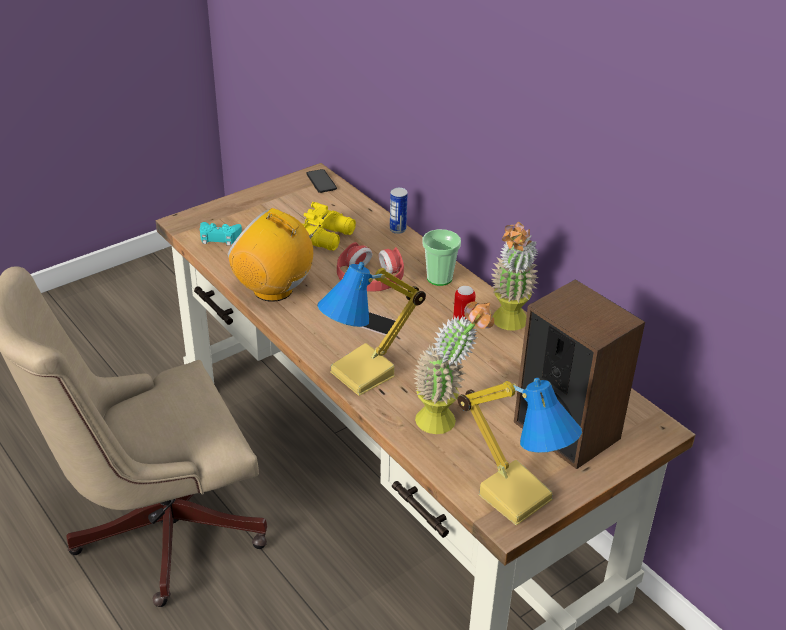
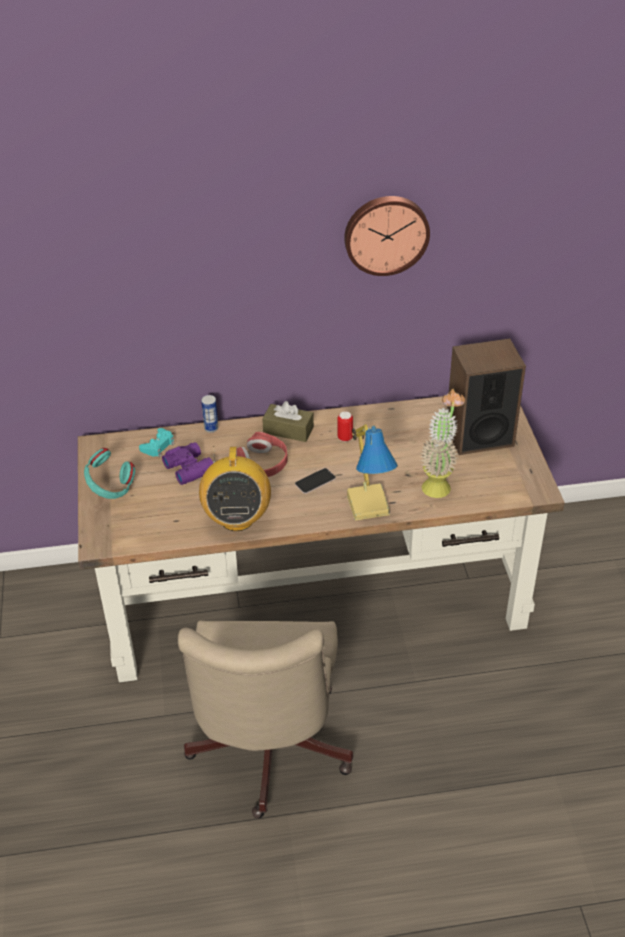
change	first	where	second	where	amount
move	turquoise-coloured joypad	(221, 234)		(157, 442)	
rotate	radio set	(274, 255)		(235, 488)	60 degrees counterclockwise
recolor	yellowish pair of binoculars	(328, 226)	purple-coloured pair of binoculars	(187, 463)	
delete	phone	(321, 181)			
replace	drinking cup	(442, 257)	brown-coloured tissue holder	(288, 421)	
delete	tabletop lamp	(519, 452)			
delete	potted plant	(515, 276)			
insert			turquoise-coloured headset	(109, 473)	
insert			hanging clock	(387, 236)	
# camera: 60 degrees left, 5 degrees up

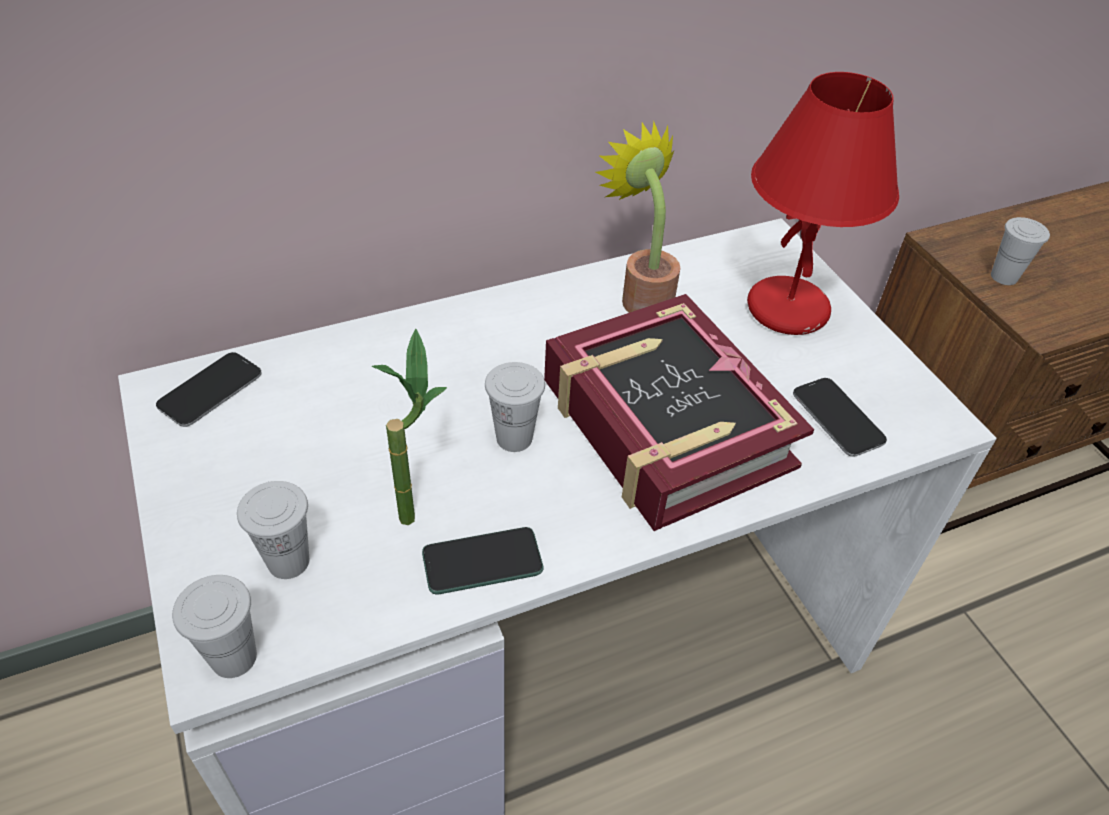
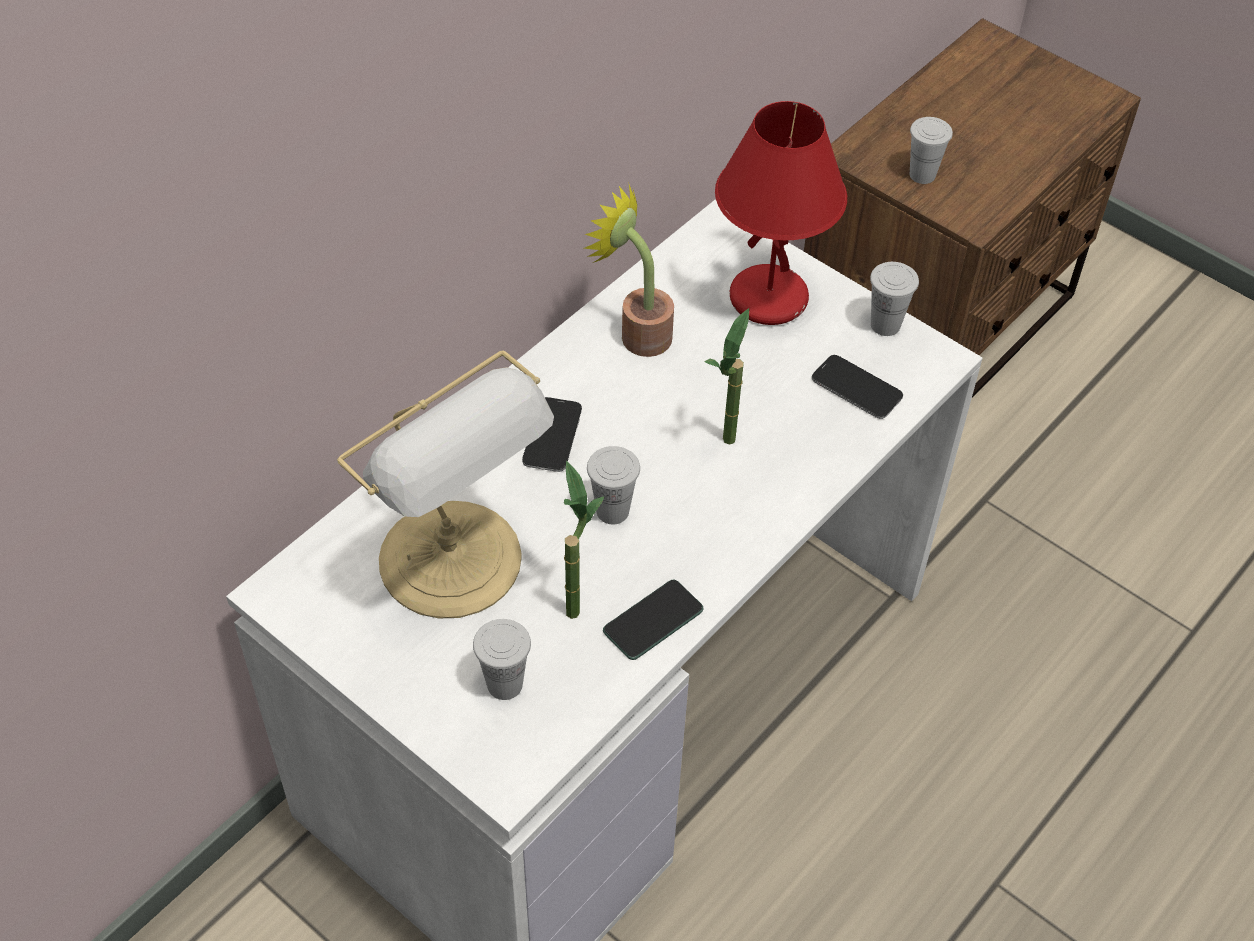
change	first	where	second	where	amount
move	phone	(209, 389)		(552, 434)	
move	white drinking cup	(214, 626)		(894, 299)	
replace	volume	(679, 412)	potted plant	(726, 376)	
insert			tabletop lamp	(445, 484)	
# camera: 25 degrees left, 5 degrees up

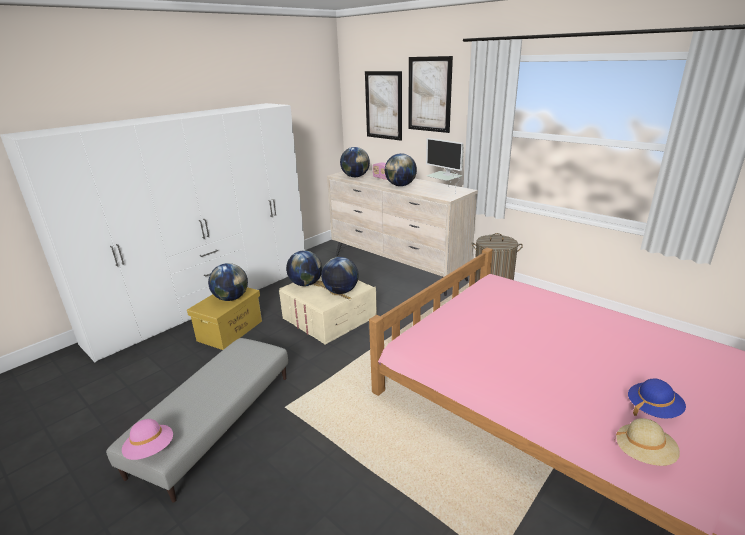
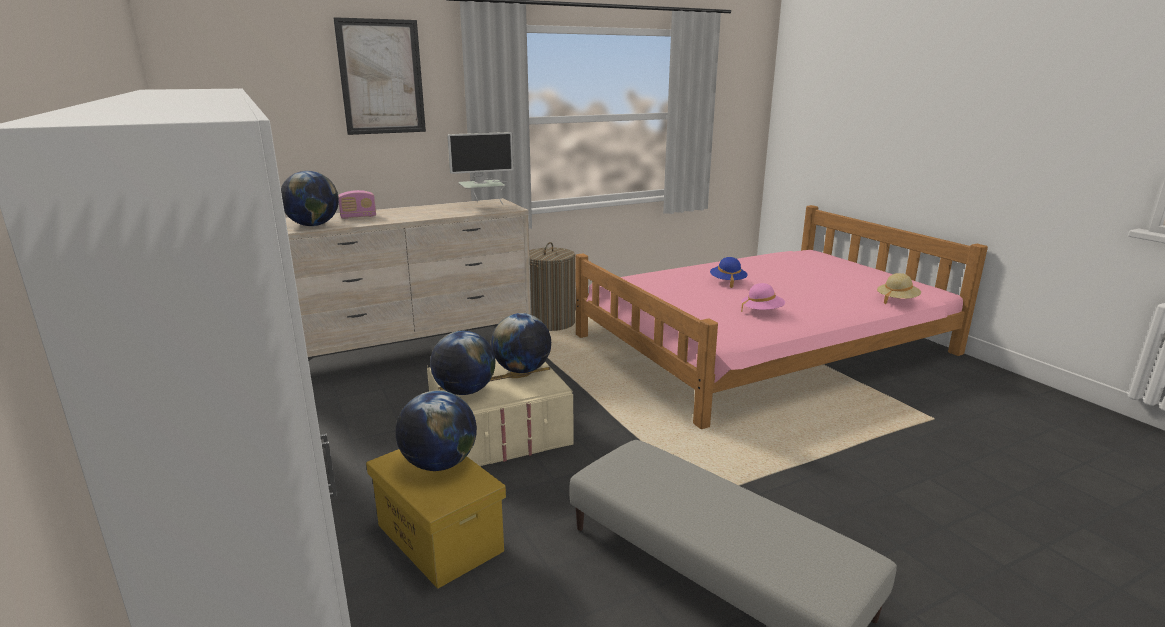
change	first	where	second	where	amount
move	pink hat	(147, 439)		(763, 297)	
delete	wall picture	(383, 106)			
delete	desk globe	(401, 169)			
move	blue hat	(657, 399)		(729, 272)	
# camera: 70 degrees left, 5 degrees down

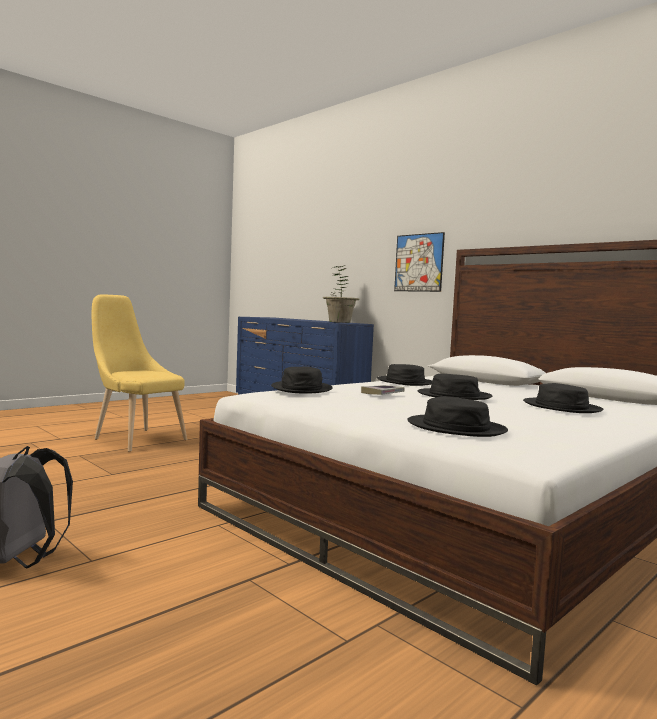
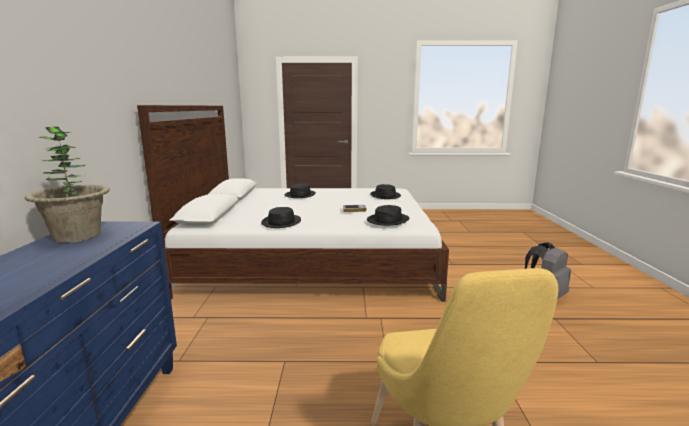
change	first	where	second	where	amount
delete	wall picture	(419, 262)			
delete	black-coloured hat	(455, 387)			
# camera: 135 degrees left, 10 degrees up

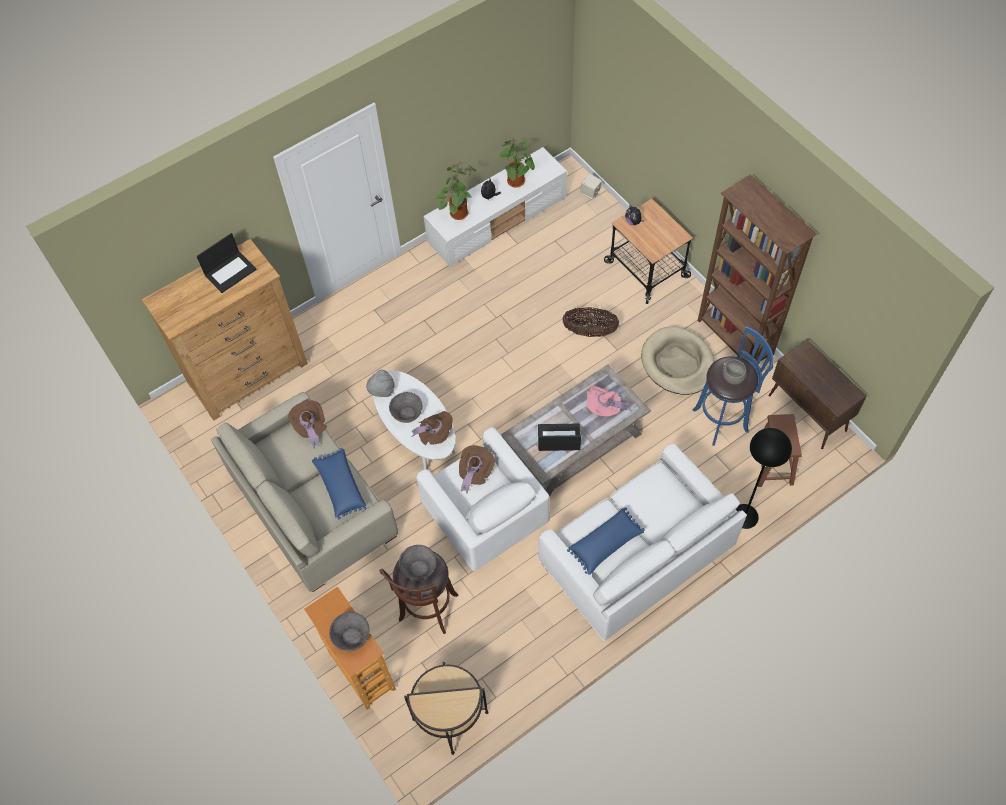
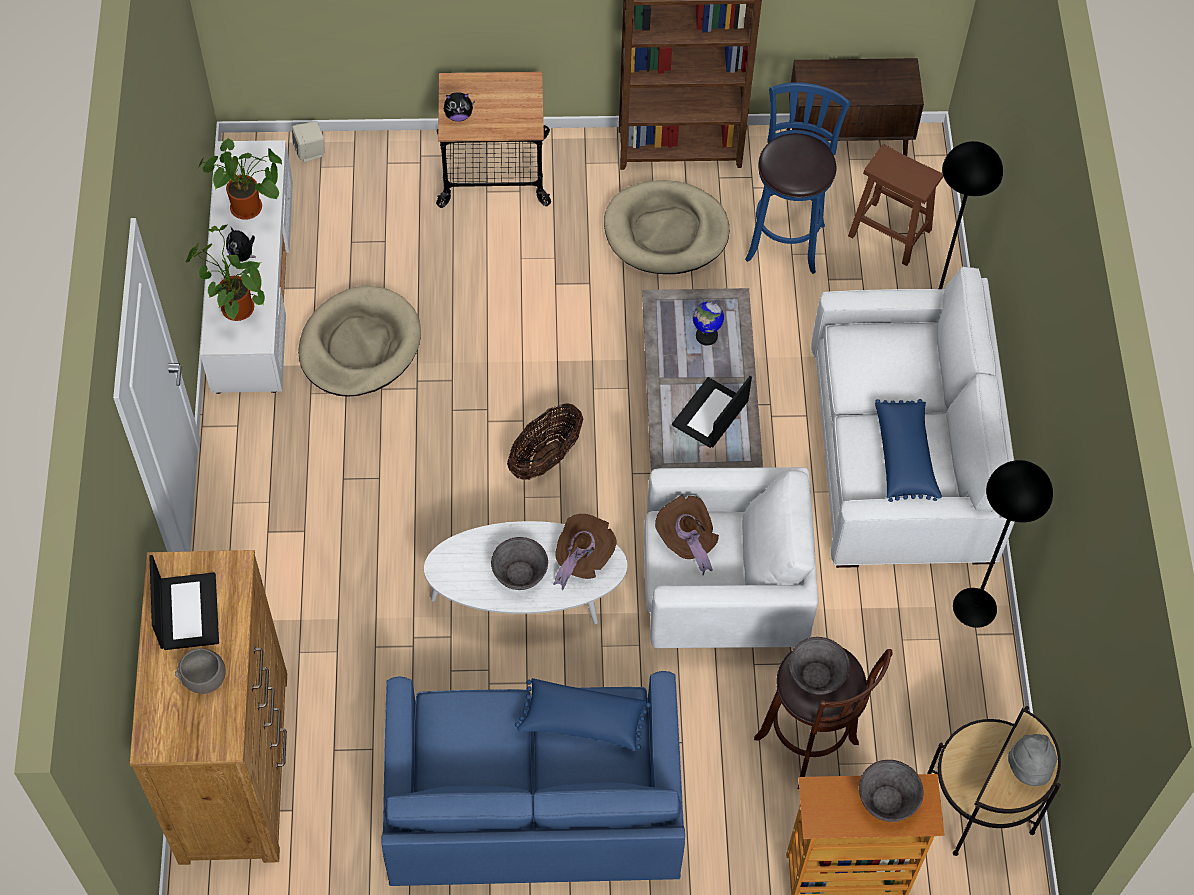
change	first	where	second	where	amount
recolor	sand-coloured couch	(305, 492)	blue couch	(533, 778)	
delete	brown-coloured hat	(307, 424)			
move	grey hat	(380, 383)		(1032, 760)	
move	basket	(591, 322)		(545, 441)	
replace	pink hat	(608, 401)	desk globe	(708, 322)	
move	grey bowl	(735, 372)		(200, 671)	
insert			sand-coloured dog bed	(359, 341)	
insert			black-coloured standing lamp	(1003, 544)	
# camera: 60 degrees left, 0 degrees up

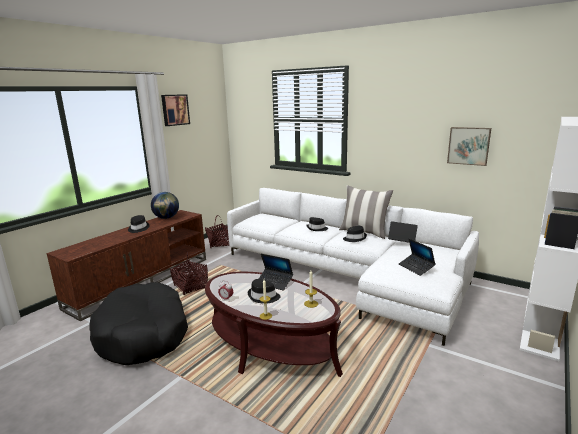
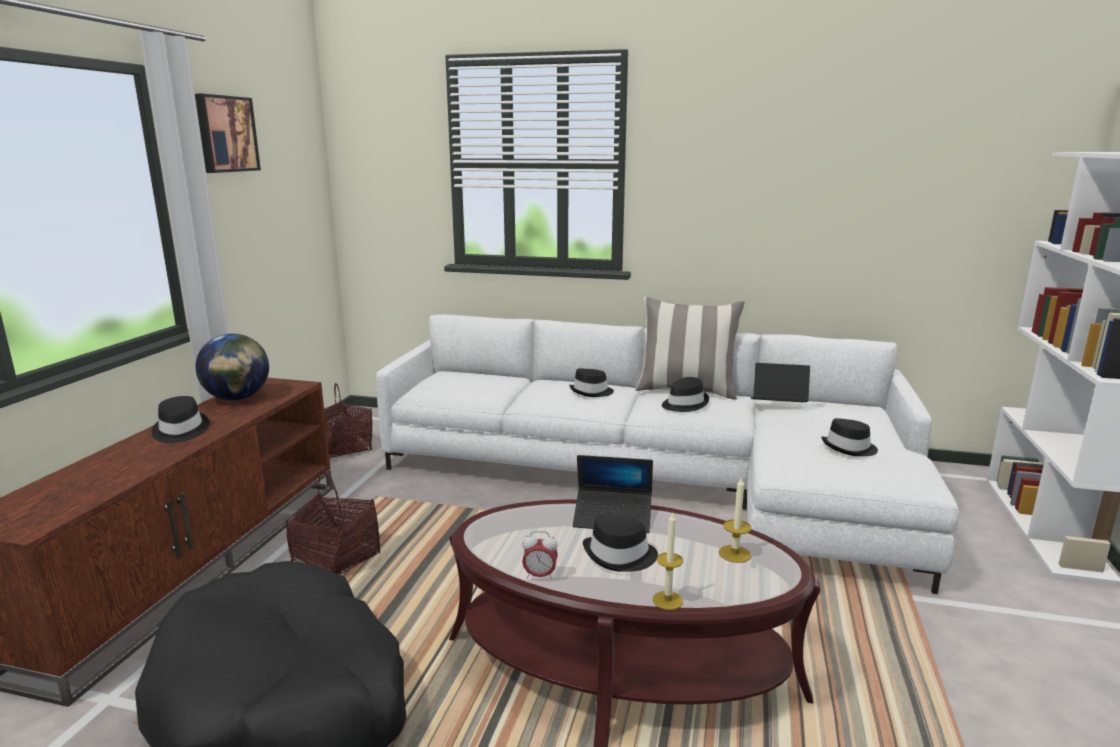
change	first	where	second	where	amount
replace	notebook computer	(417, 257)	black-coloured hat	(849, 437)	
delete	wall picture	(469, 146)			
# camera: 20 degrees left, 0 degrees up

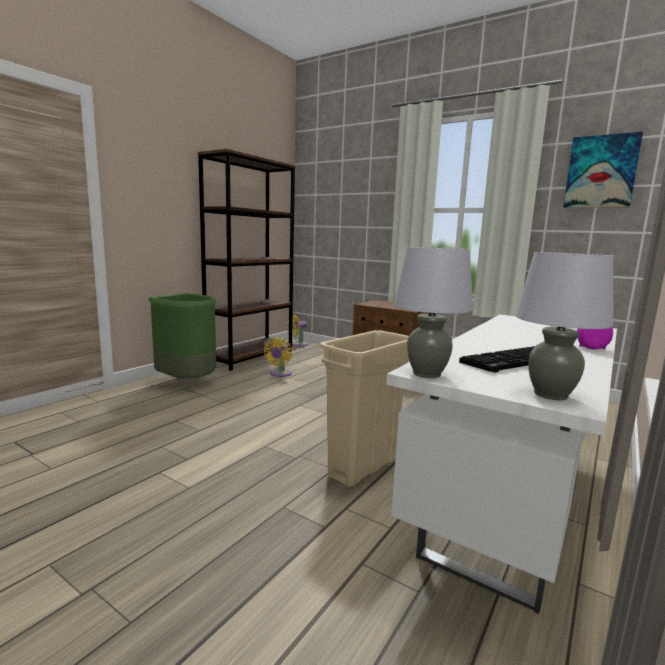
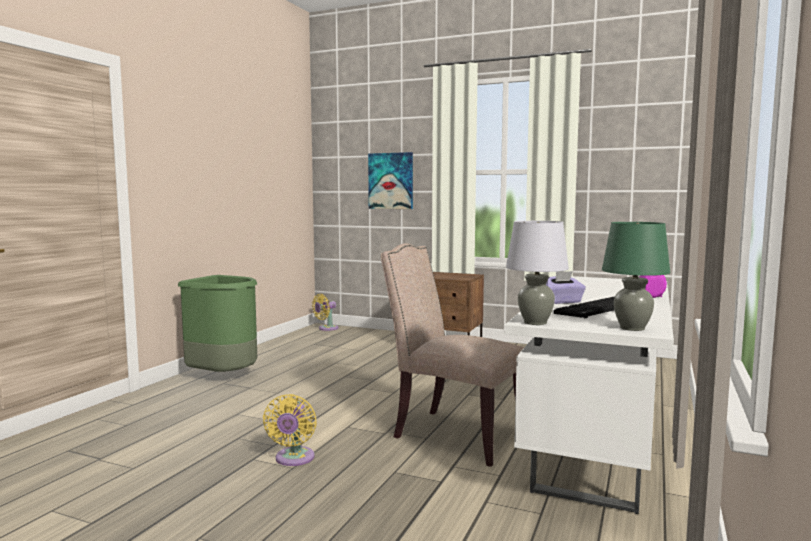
change	first	where	second	where	amount
delete	brown-coloured bookcase	(247, 260)			
move	yellowish electric fan	(278, 357)		(290, 430)	
replace	sand-coloured waste bin	(364, 408)	sand-coloured upright chair	(452, 355)	
recolor	grey tabletop lamp	(565, 326)	green tabletop lamp	(636, 276)	
move	wall picture	(603, 170)		(390, 180)	
insert			purple-coloured tissue holder	(566, 287)	
# camera: 10 degrees left, 5 degrees down

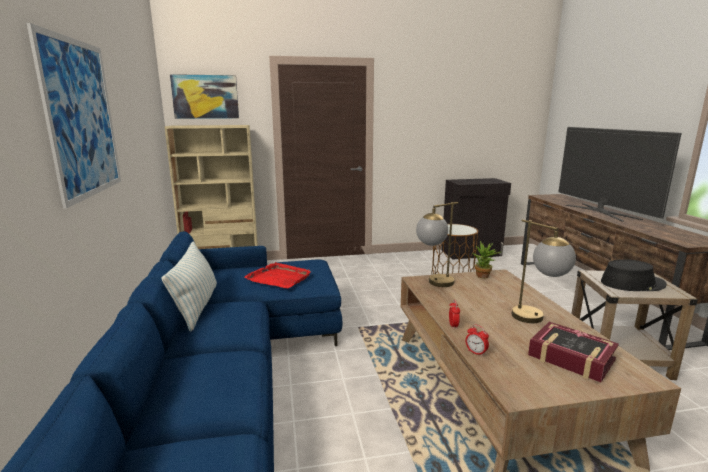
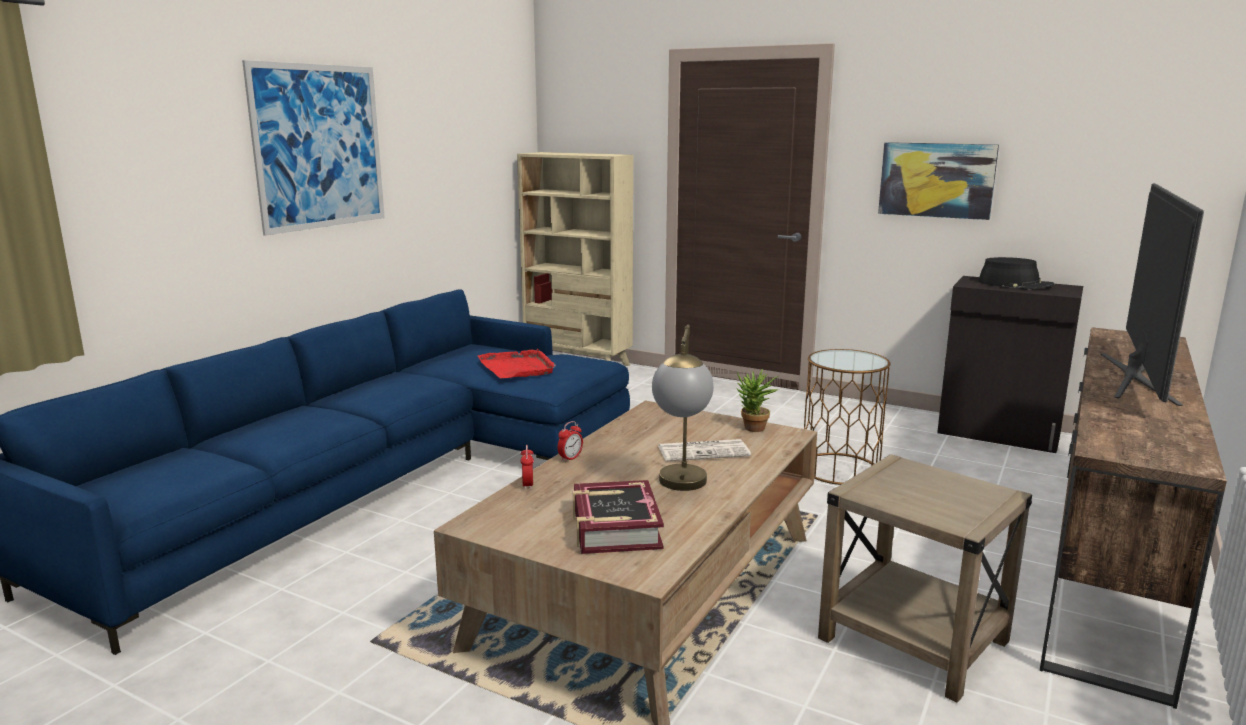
change	first	where	second	where	amount
delete	pillow	(189, 287)			
move	wall picture	(204, 96)		(938, 181)	
delete	tabletop lamp	(437, 244)			
move	black-coloured hat	(634, 275)		(1016, 273)	
insert			daily paper	(704, 450)	
# camera: 40 degrees right, 0 degrees up

